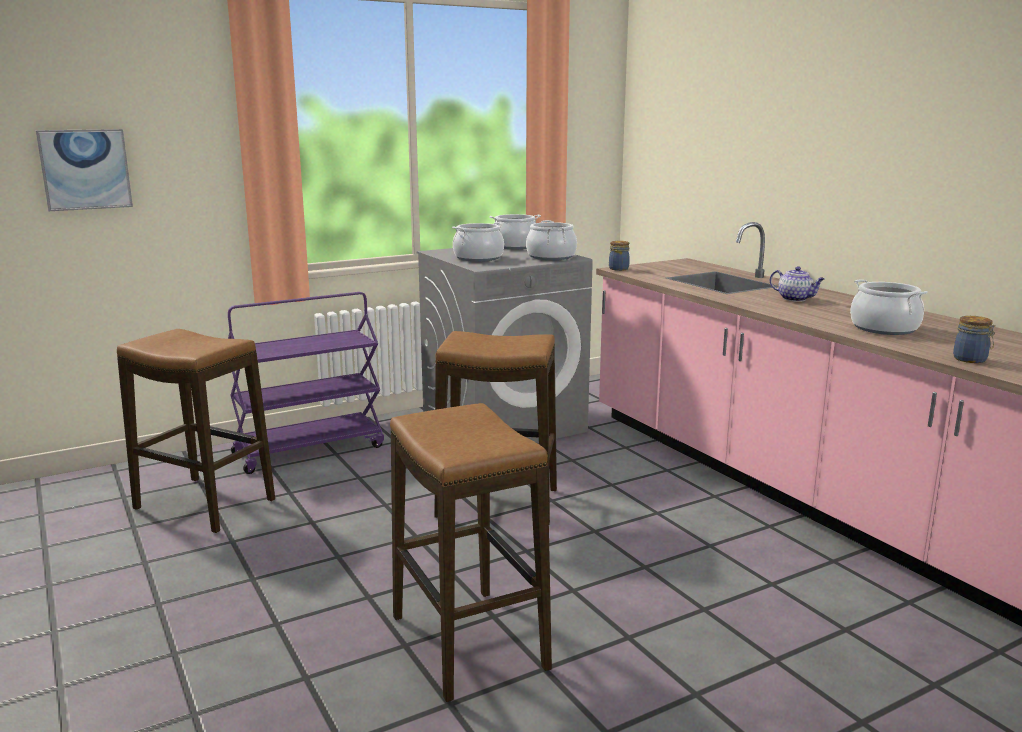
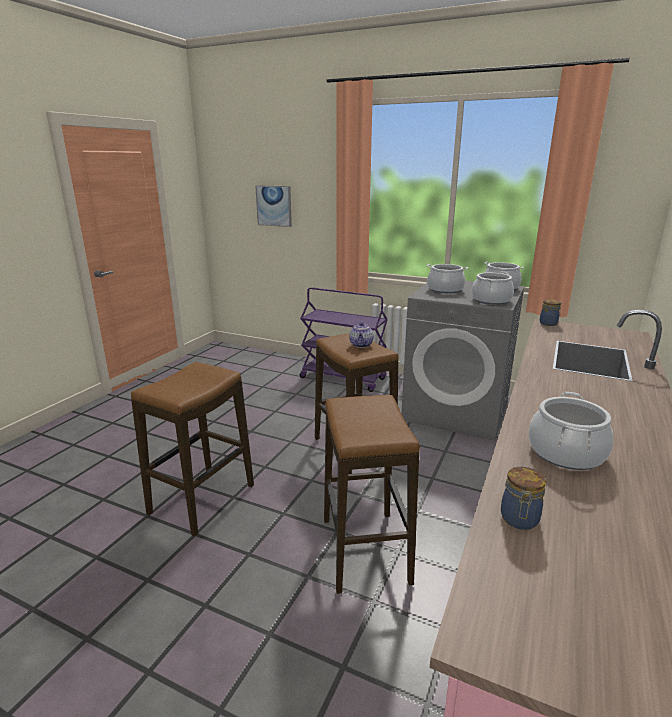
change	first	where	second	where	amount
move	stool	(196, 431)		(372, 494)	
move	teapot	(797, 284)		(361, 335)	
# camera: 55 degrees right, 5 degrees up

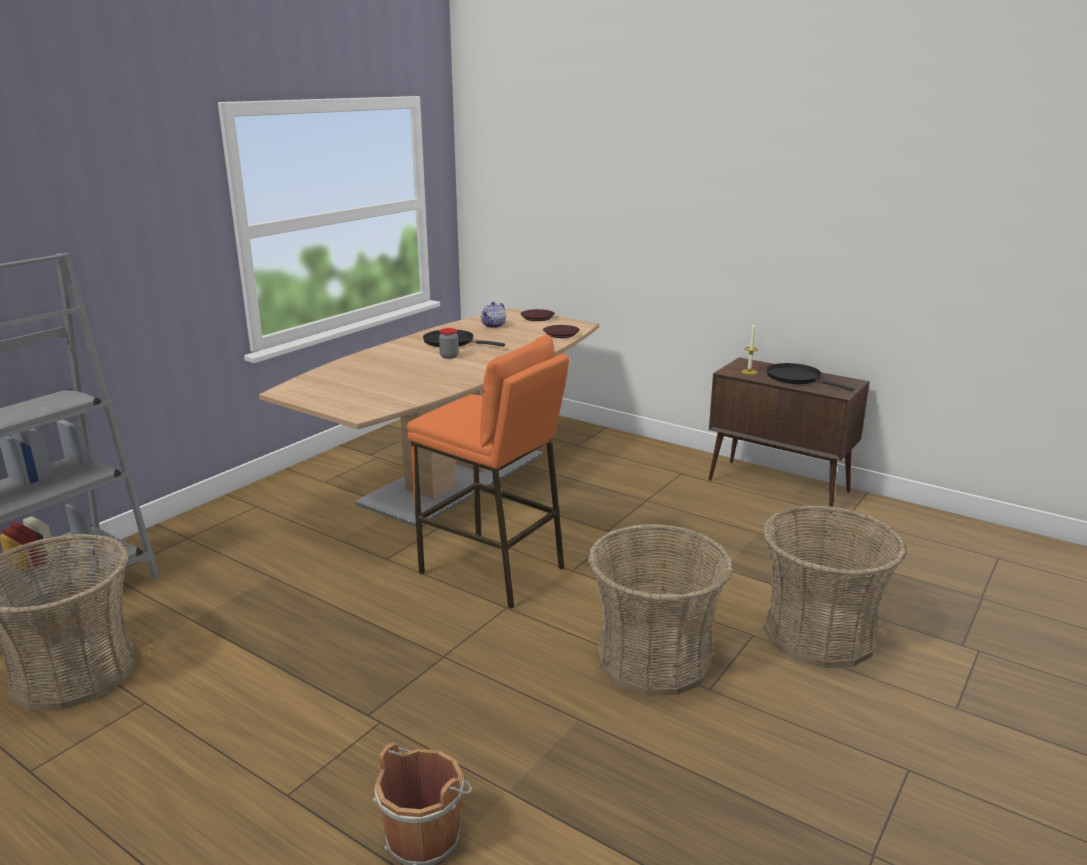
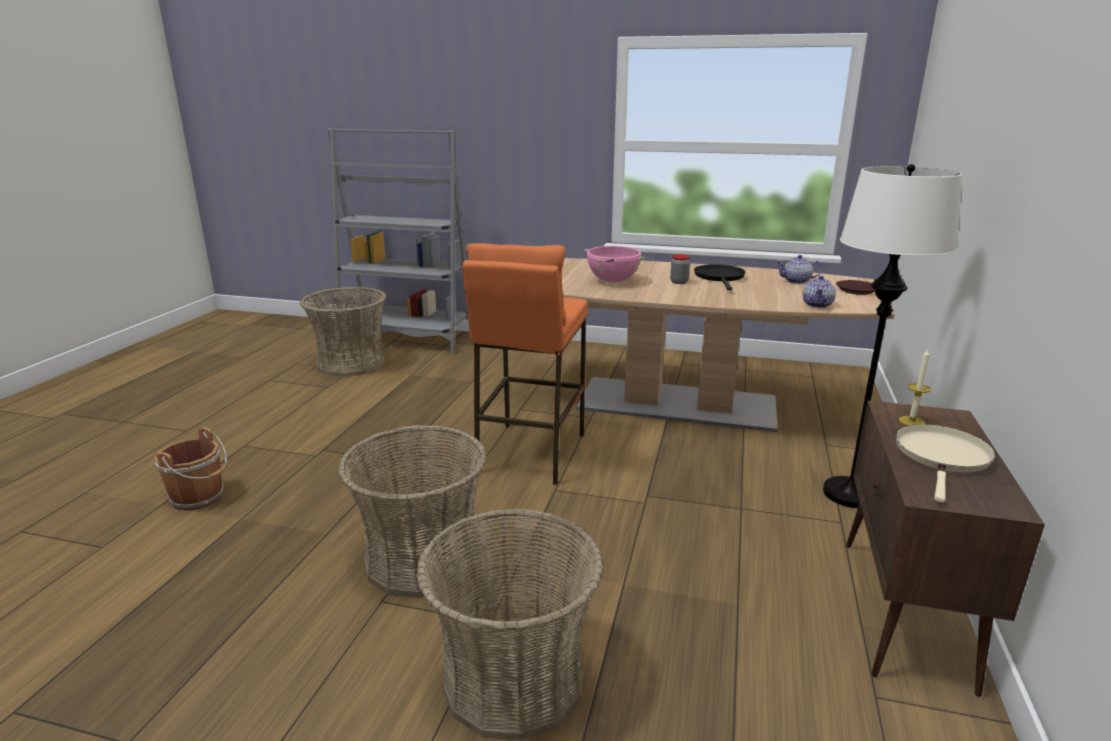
change	first	where	second	where	amount
replace	brown-coloured plate	(561, 331)	teapot	(819, 291)	
recolor	black-coloured frying pan	(810, 377)	sand-coloured frying pan	(946, 463)	
insert			pink stockpot	(614, 264)	
insert			white standing lamp	(892, 336)	
# camera: 70 degrees right, 0 degrees up

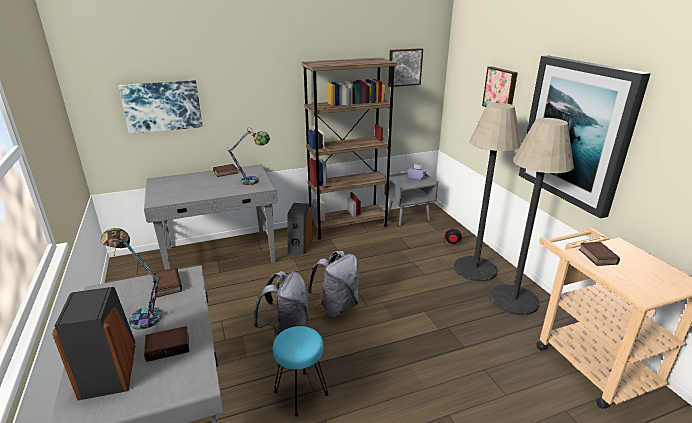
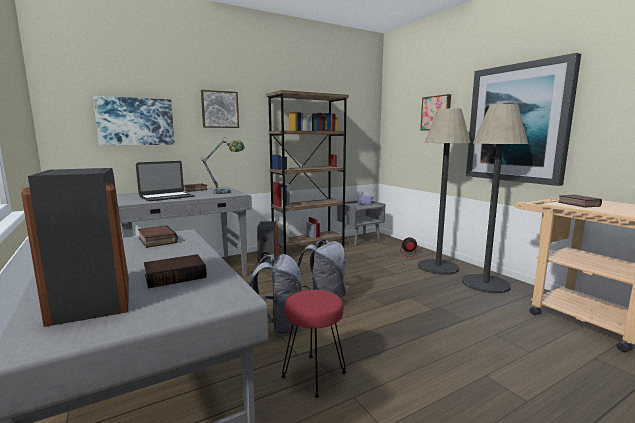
change	first	where	second	where	amount
delete	tabletop lamp	(131, 278)			
recolor	turquoise-coloured stool	(300, 371)	red stool	(313, 344)	
move	wall picture	(405, 67)		(220, 109)	
insert			notebook computer	(165, 181)	
# camera: 10 degrees left, 15 degrees down

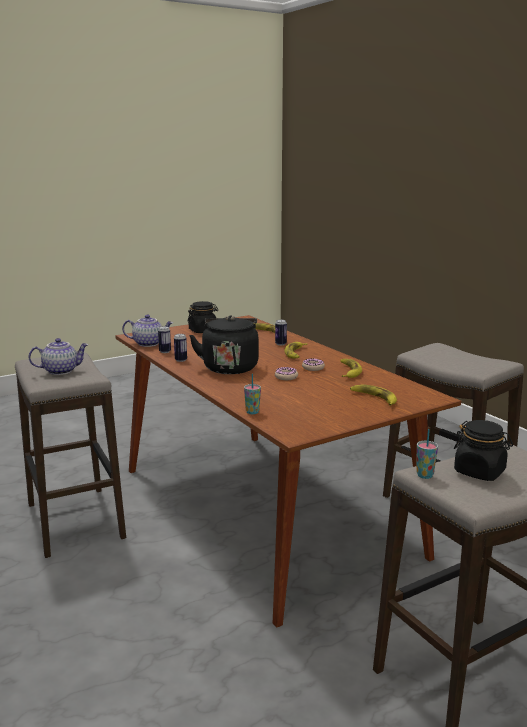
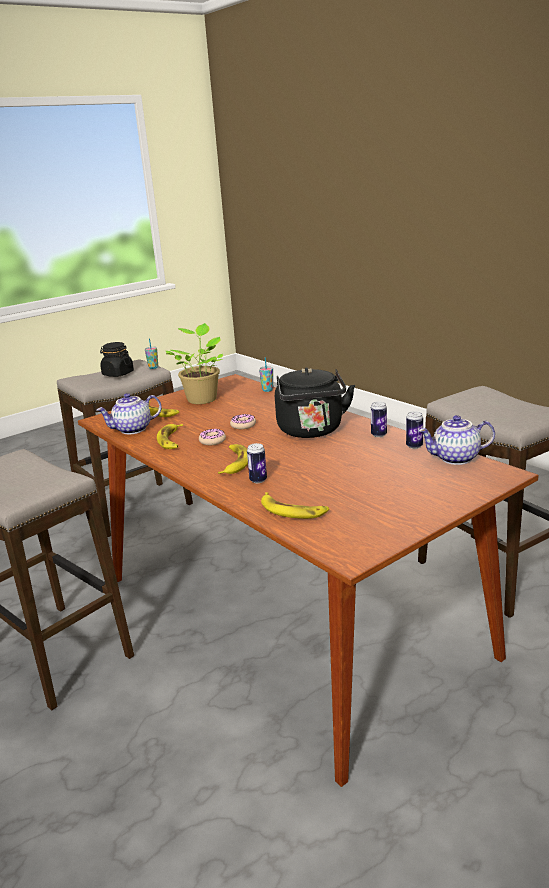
change	first	where	second	where	amount
move	teapot	(58, 356)		(129, 413)	
delete	black-coloured jar	(202, 317)			
insert			potted plant	(194, 363)	
# camera: 175 degrees right, 5 degrees up

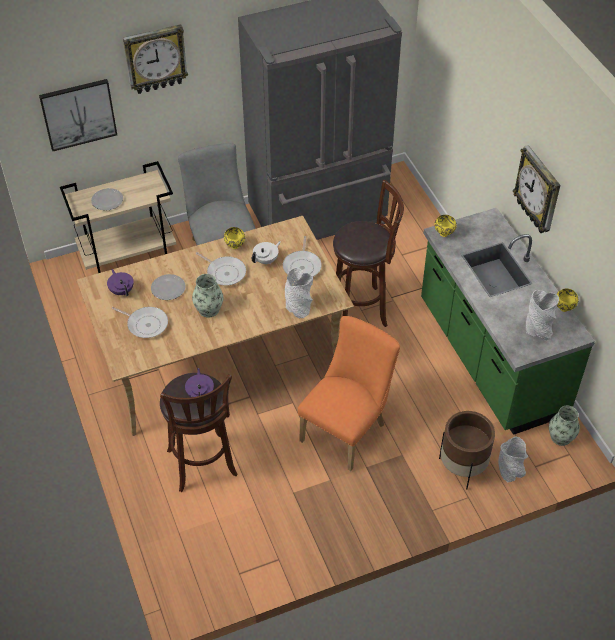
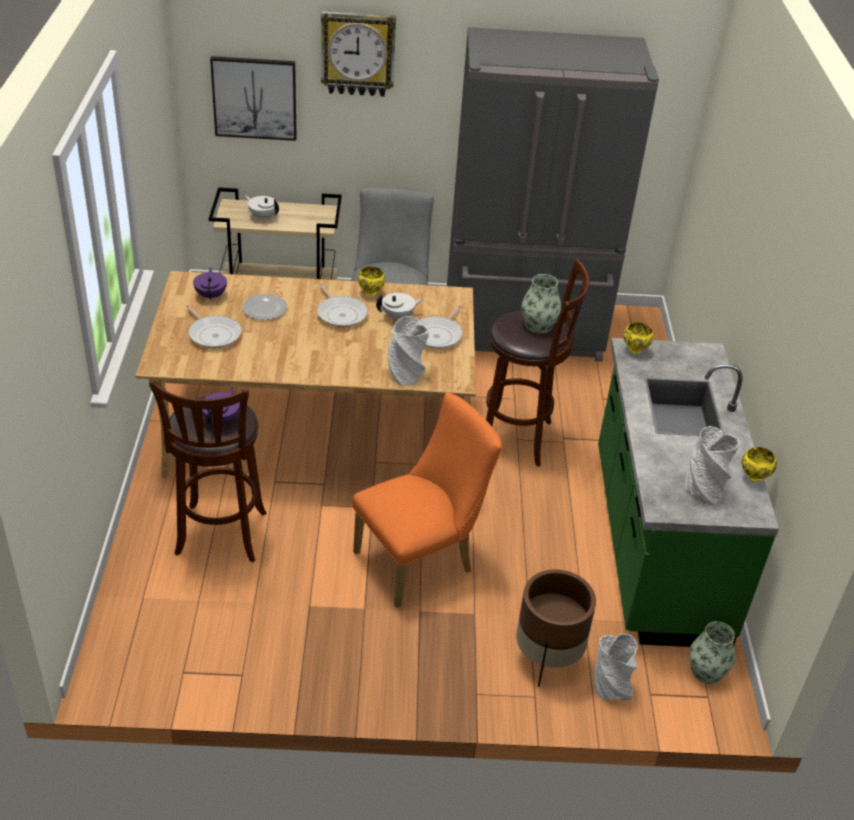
change	first	where	second	where	amount
replace	plate	(107, 199)	white teapot	(262, 208)	
move	vase	(207, 295)		(541, 304)	
delete	hanging clock	(536, 189)			
# camera: 20 degrees right, 10 degrees down

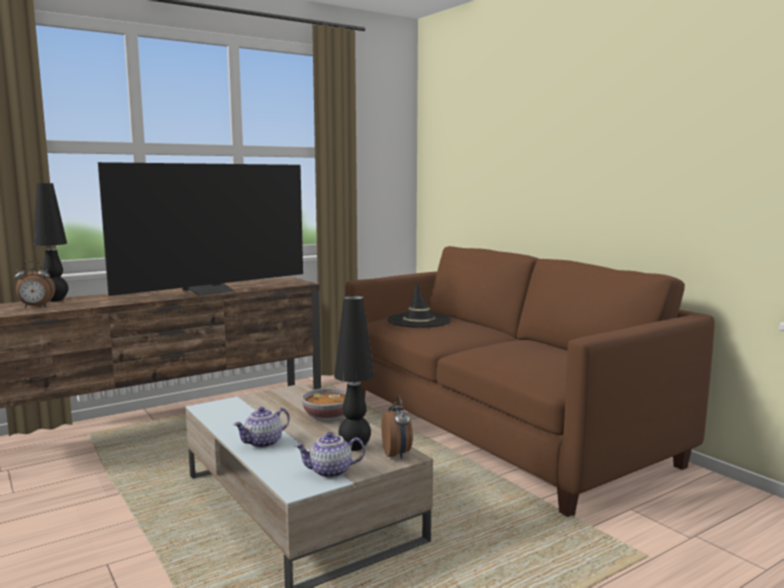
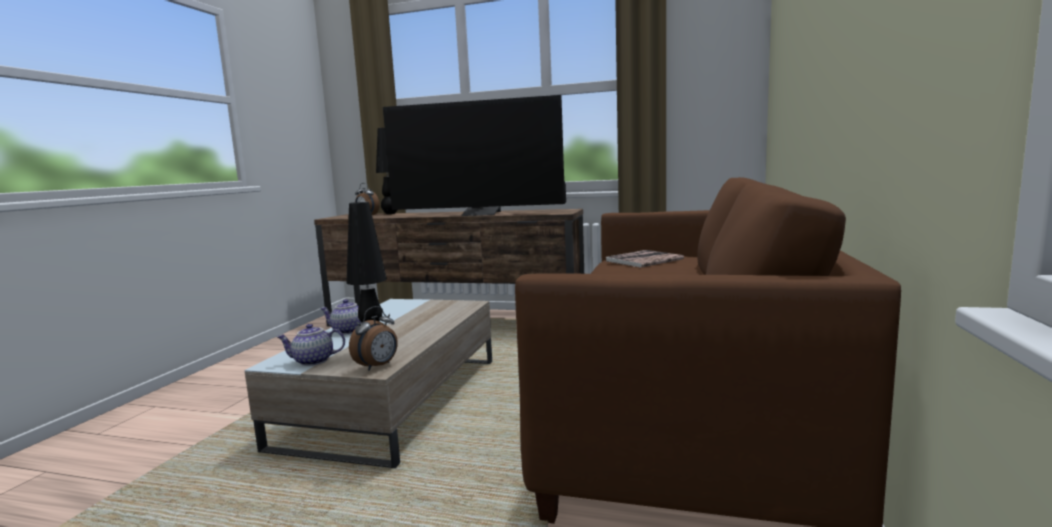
change	first	where	second	where	amount
rotate	teapot	(330, 455)		(311, 345)	45 degrees counterclockwise
delete	bowl	(324, 405)			
replace	black-coloured hat	(419, 305)	volume	(645, 259)	
# camera: 50 degrees right, 0 degrees up

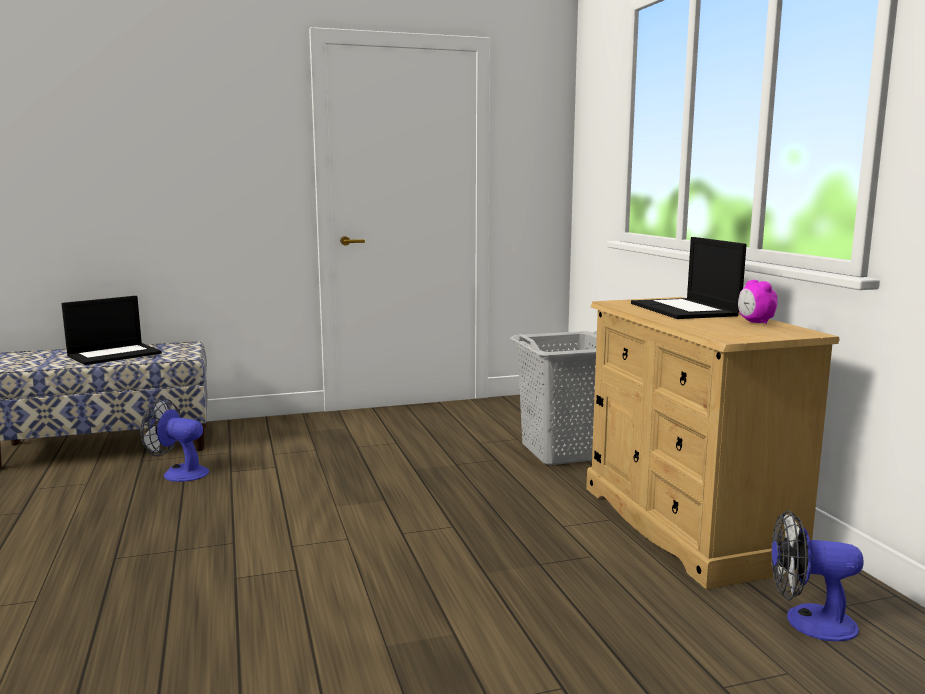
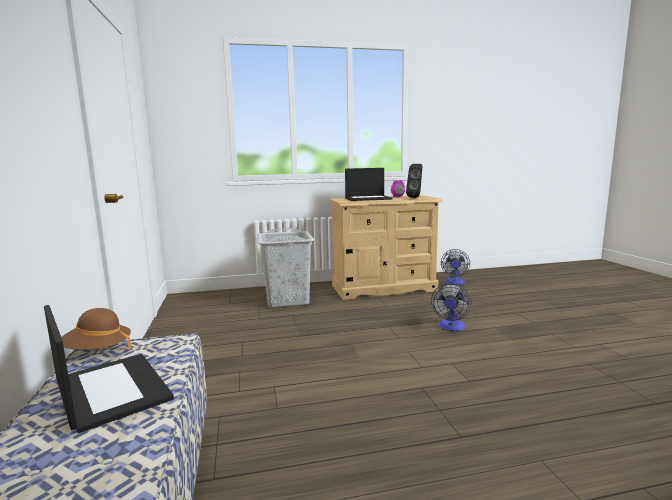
change	first	where	second	where	amount
move	electric fan	(174, 440)		(451, 307)	
insert			brown-coloured hat	(96, 329)	
insert			black-coloured loudspeaker	(414, 181)	
# camera: 85 degrees left, 0 degrees up

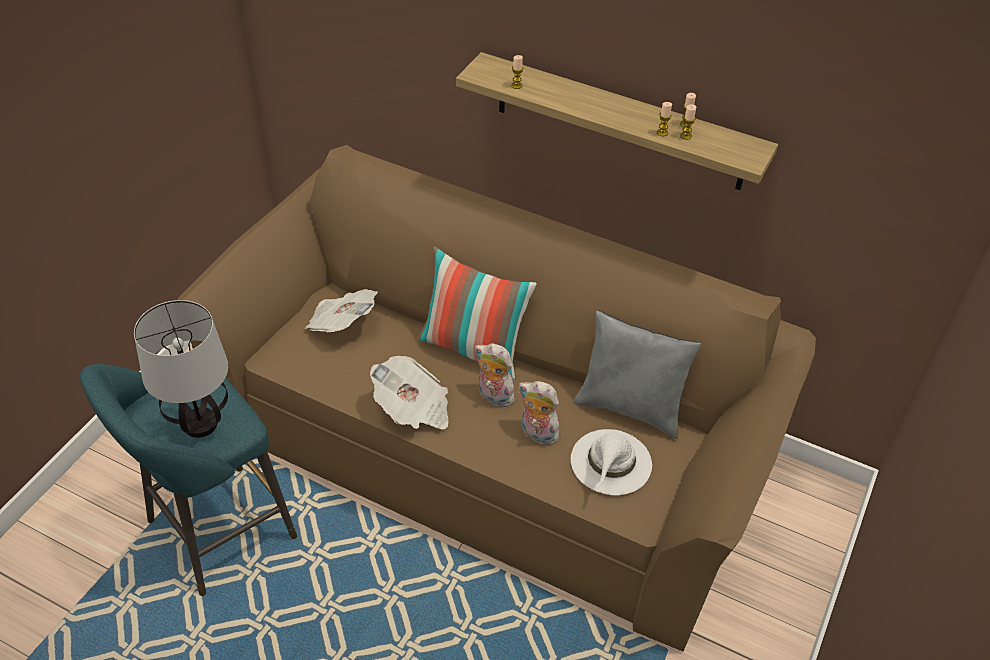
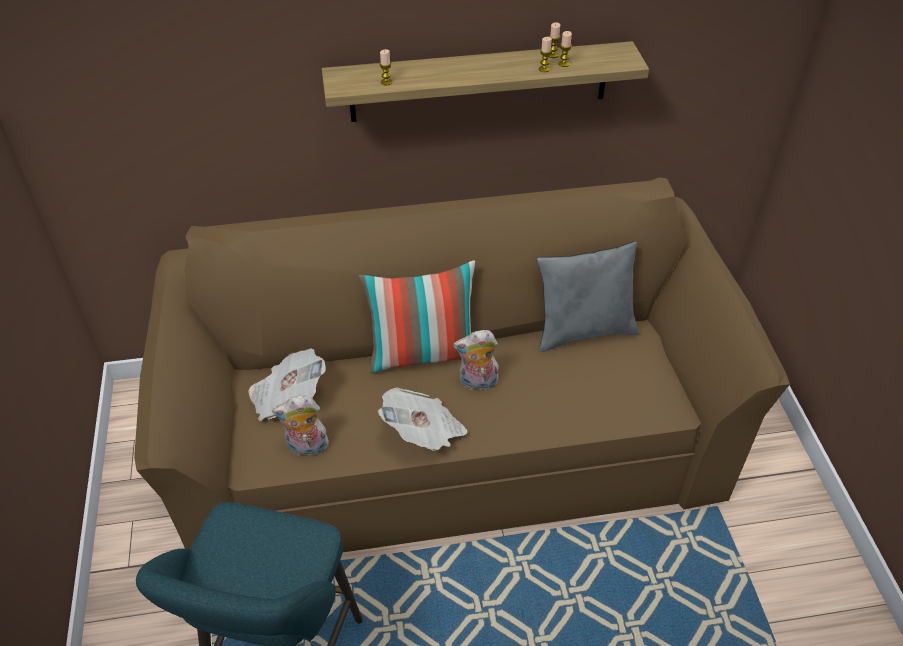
change	first	where	second	where	amount
delete	tabletop lamp	(181, 369)			
move	plush toy	(539, 413)		(301, 425)	
delete	white hat	(611, 462)			
# camera: 35 degrees left, 0 degrees up

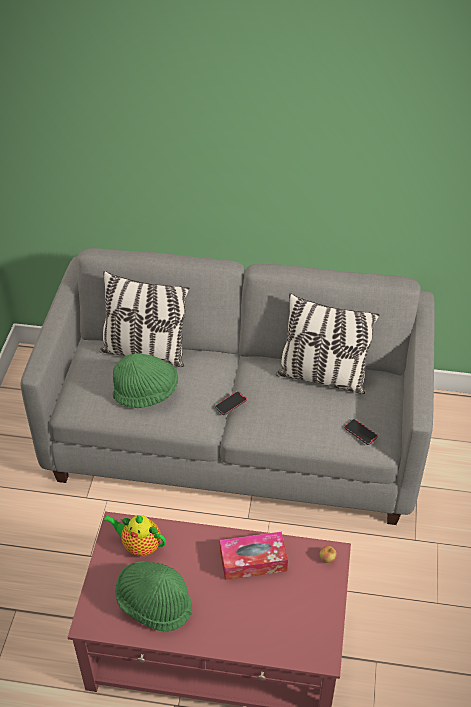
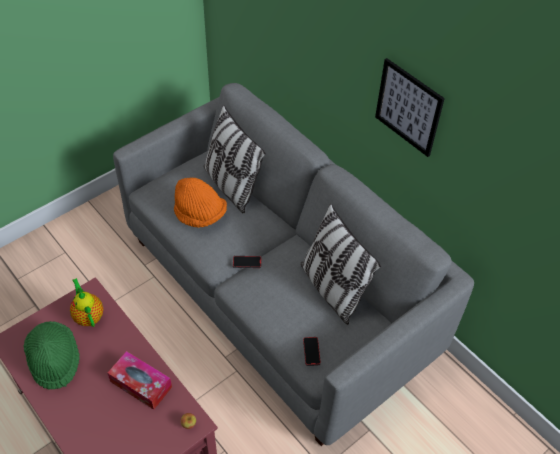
change	first	where	second	where	amount
recolor	green hat	(145, 380)	orangey hat	(200, 202)	
insert			wall picture	(410, 107)	
# camera: 40 degrees right, 5 degrees up

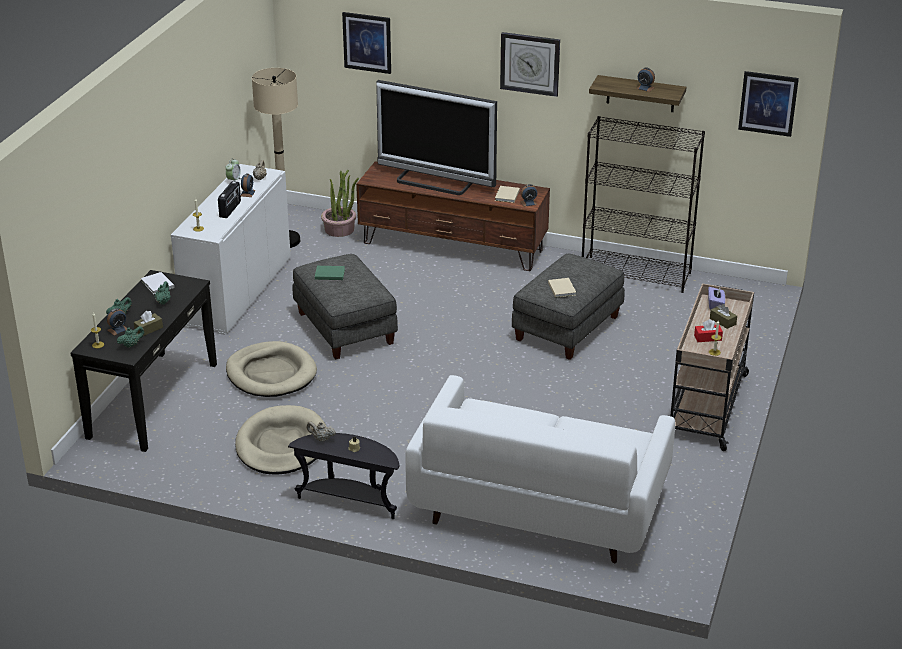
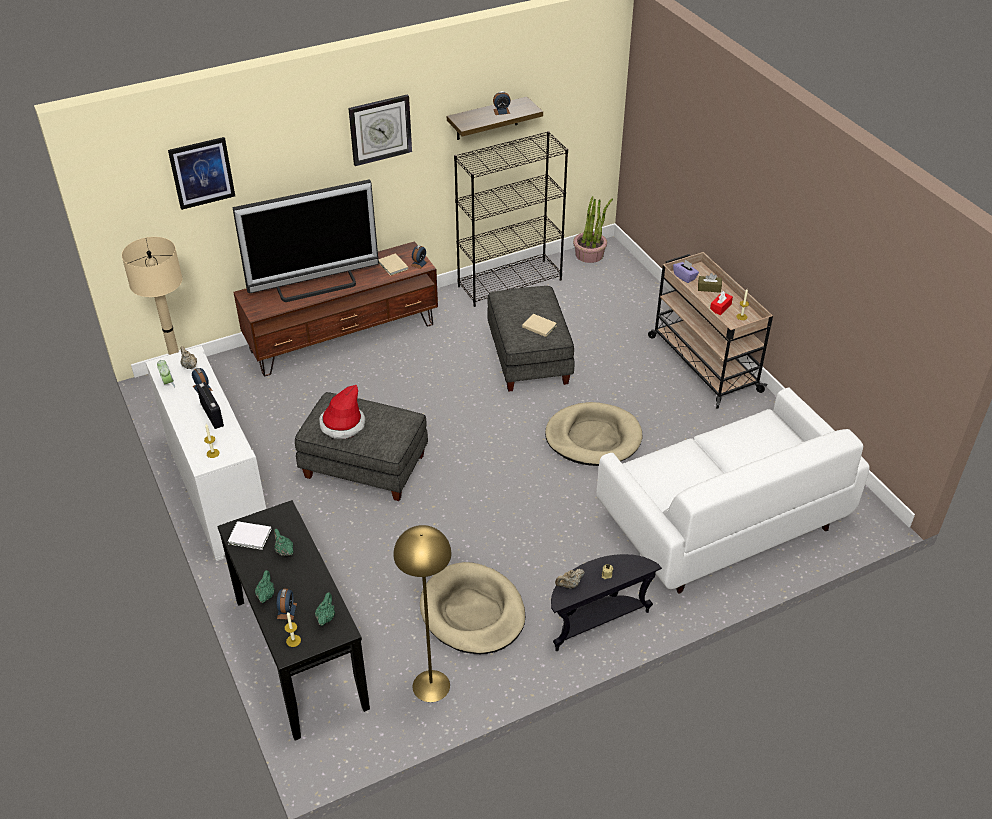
change	first	where	second	where	amount
delete	brown-coloured tissue holder	(148, 323)			
move	sand-coloured dog bed	(271, 369)		(594, 434)	
replace	green volume	(330, 273)	hat	(342, 412)	
move	potted plant	(340, 203)		(593, 229)	
delete	wall picture	(768, 104)			
insert			yellowish standing lamp	(422, 613)	
# camera: 45 degrees left, 10 degrees up

